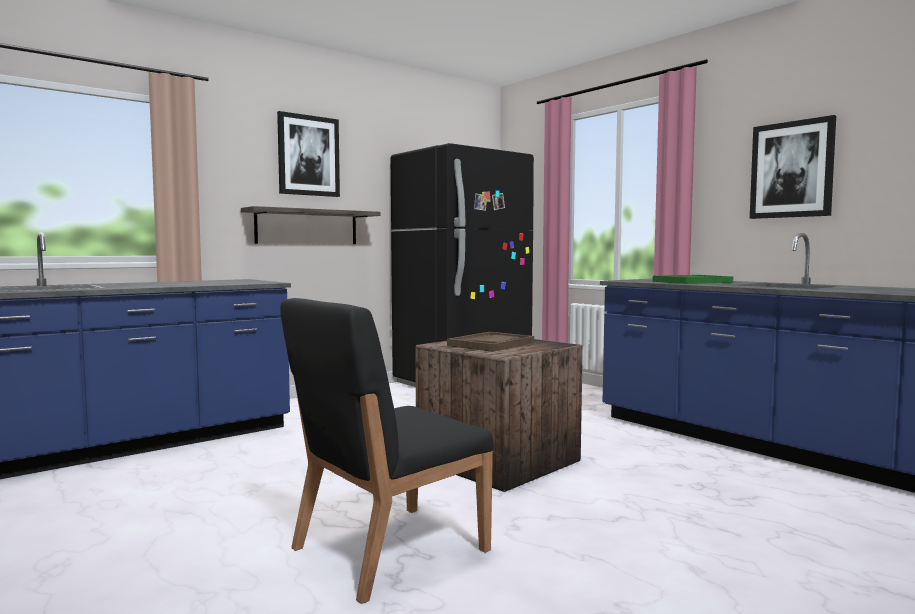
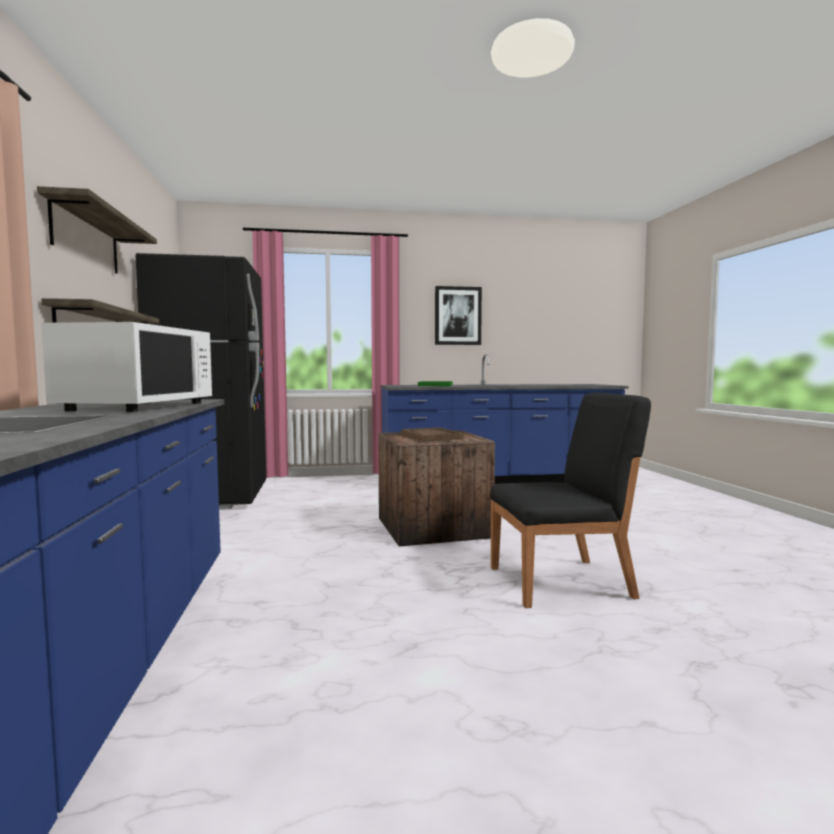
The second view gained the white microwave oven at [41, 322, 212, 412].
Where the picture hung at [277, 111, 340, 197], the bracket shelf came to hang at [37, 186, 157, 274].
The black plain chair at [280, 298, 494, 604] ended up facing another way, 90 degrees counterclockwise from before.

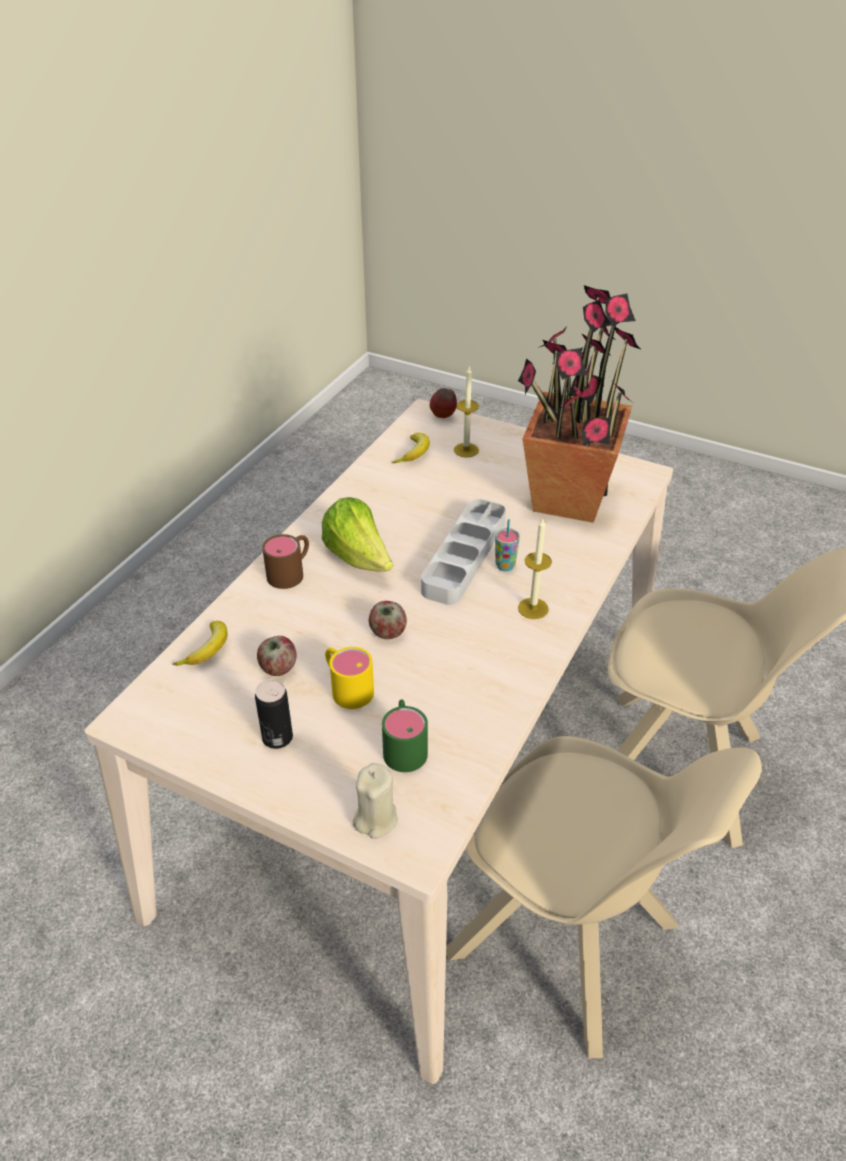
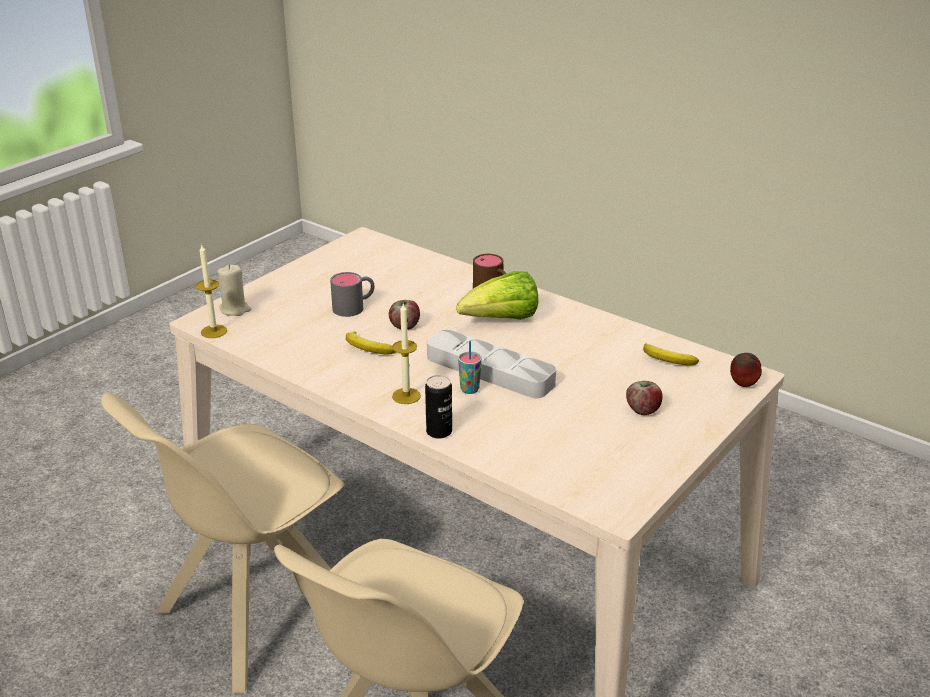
The second view lost the green coffee mug at [382, 699, 428, 772].
The second view lost the potted plant at [518, 285, 640, 523].
The banana ended up elsewhere, having gone from [172, 621, 227, 666] to [346, 332, 396, 354].
The metal can ended up elsewhere, having gone from [255, 679, 293, 749] to [425, 375, 452, 439].
The whole apple ended up elsewhere, having gone from [257, 636, 297, 676] to [626, 381, 663, 415].
The candle ended up elsewhere, having gone from [454, 367, 479, 458] to [196, 244, 227, 338].
What was the yellow-coloured coffee mug at [325, 647, 374, 709] turned into the grey coffee mug at [330, 272, 375, 317].

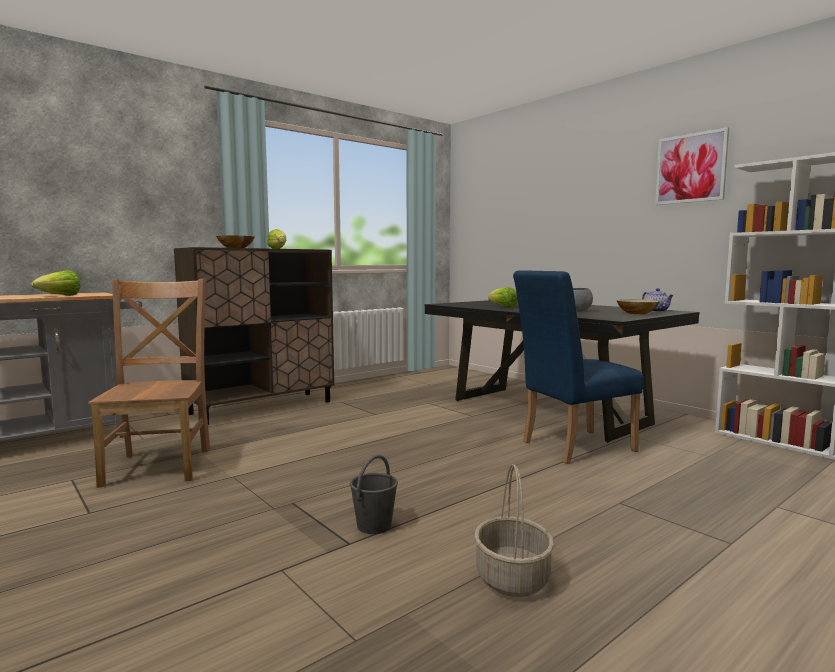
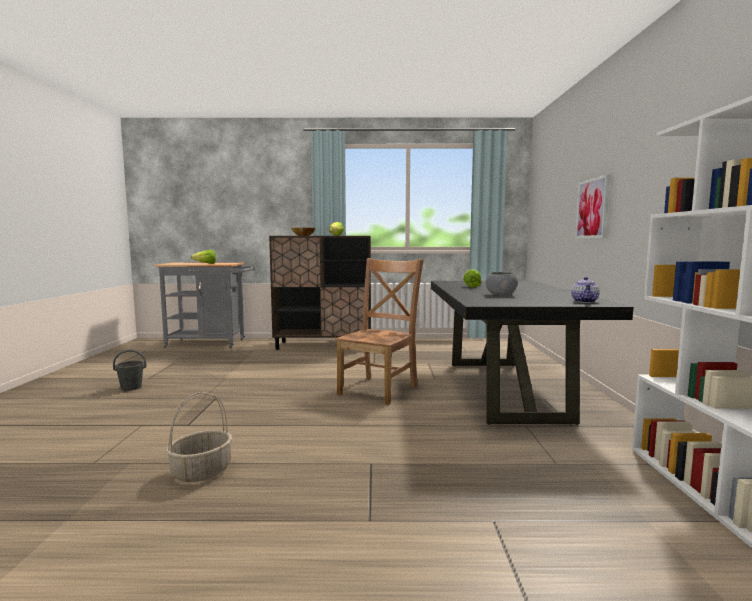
The second view lost the bluish plain chair at [513, 270, 644, 464].
The second view lost the deep dish at [616, 299, 660, 314].
The brown-coloured plain chair ended up elsewhere, having gone from [88, 279, 210, 488] to [335, 258, 424, 405].
The grey bucket ended up elsewhere, having gone from [350, 454, 398, 534] to [113, 350, 146, 391].
The picture ended up elsewhere, having gone from [655, 127, 729, 205] to [575, 175, 610, 238].

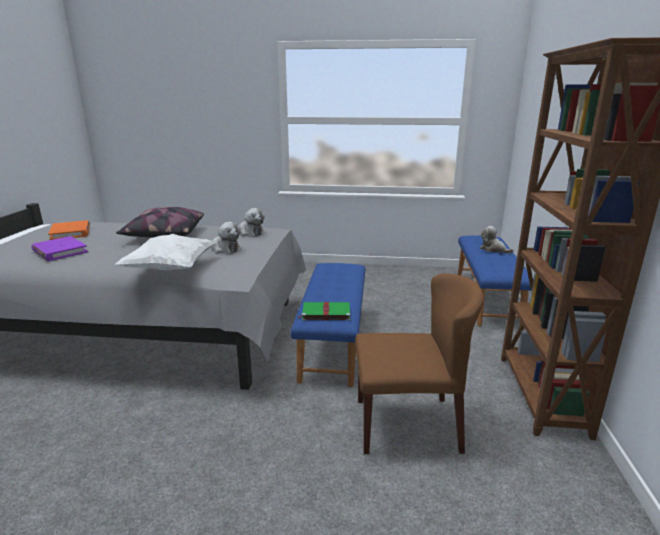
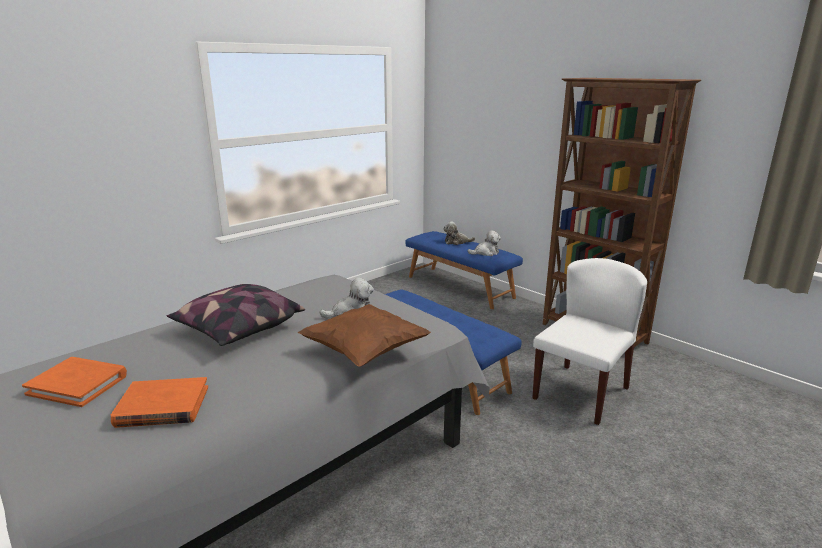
The second view lost the green book at [298, 302, 350, 321].
The soft toy ended up elsewhere, having gone from [238, 208, 265, 237] to [468, 231, 501, 256].
What was the purple-coloured book at [31, 236, 88, 261] turned into the orangey book at [111, 377, 208, 428].
What was the white pillow at [116, 234, 216, 271] turned into the brown-coloured pillow at [298, 304, 431, 367].
What was the brown-coloured plain chair at [355, 273, 483, 454] turned into the white plain chair at [532, 258, 647, 425].

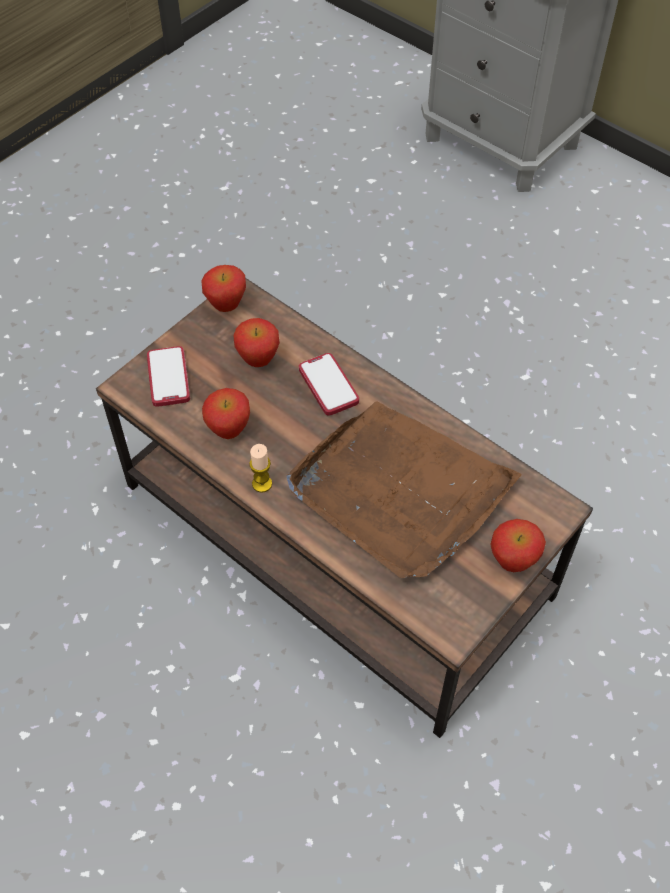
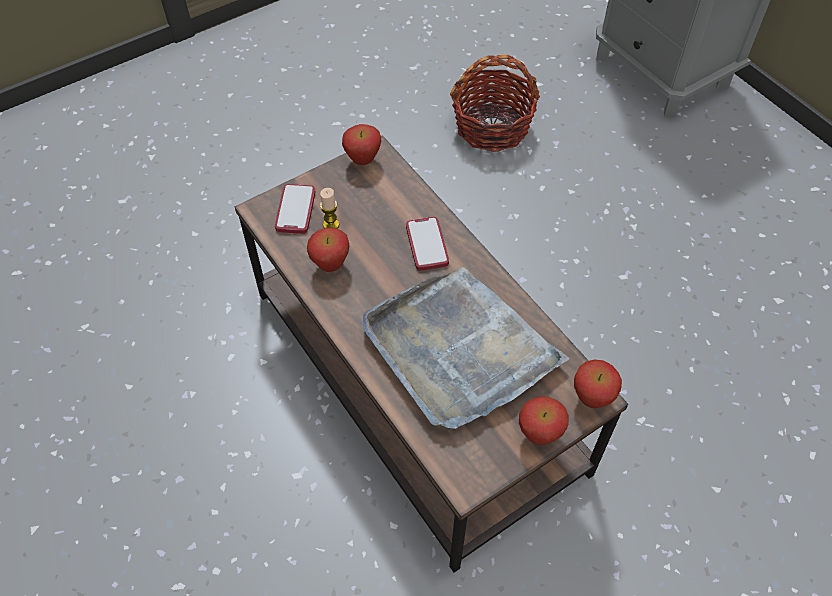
The second view gained the storage basket at [450, 55, 540, 152].
The whole apple ended up elsewhere, having gone from [234, 318, 280, 367] to [574, 359, 622, 408].
The candle ended up elsewhere, having gone from [249, 444, 272, 493] to [320, 188, 339, 229].
What was the brown-coloured carrying tray at [287, 401, 522, 578] turned into the grey carrying tray at [363, 267, 569, 429].

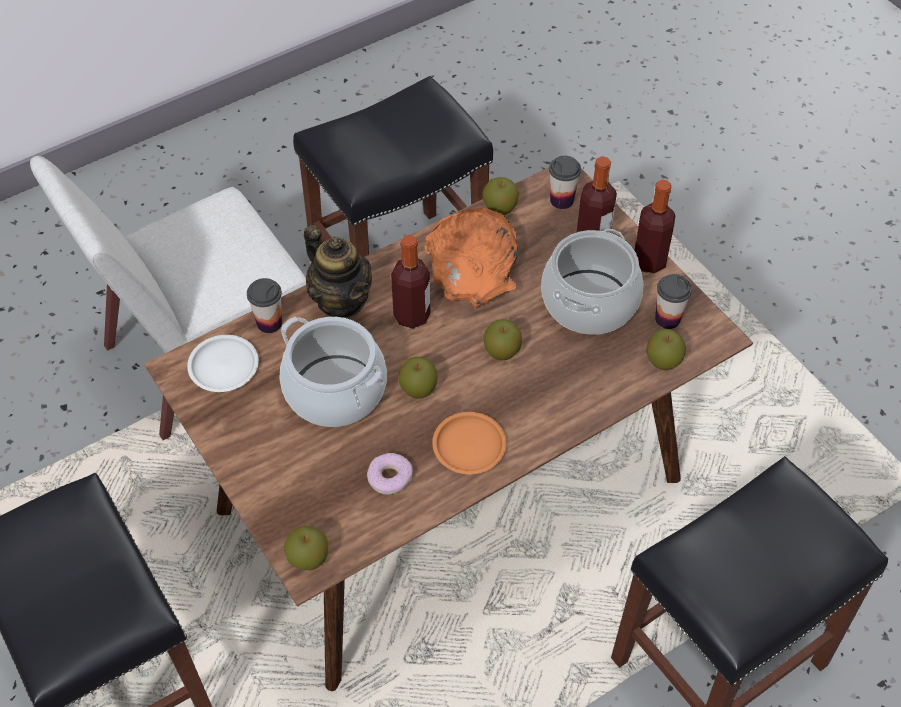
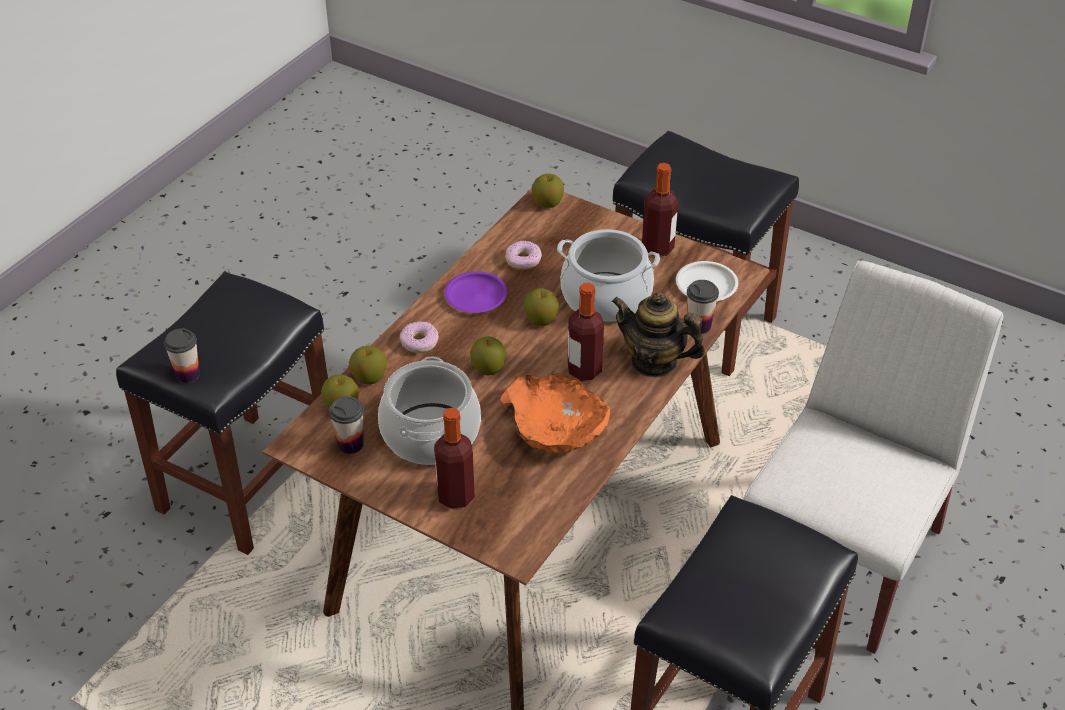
The second view gained the ring doughnut at [400, 321, 439, 353].
The whole apple ended up elsewhere, having gone from [482, 177, 519, 215] to [349, 346, 387, 385].
The small cup ended up elsewhere, having gone from [549, 156, 581, 209] to [164, 328, 200, 383].
The drink bottle ended up elsewhere, having gone from [634, 180, 675, 273] to [642, 163, 678, 256].
What was the orangey dinner plate at [432, 412, 507, 474] turned into the purple-coloured dinner plate at [444, 271, 507, 313].

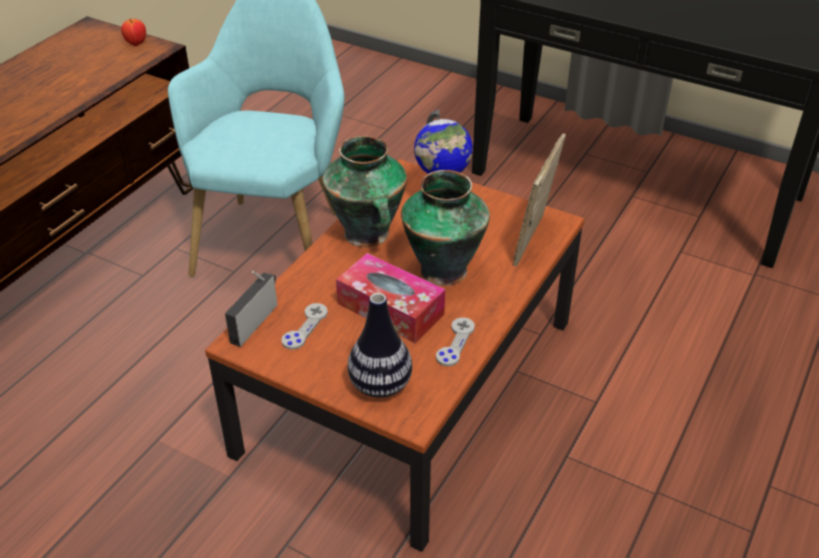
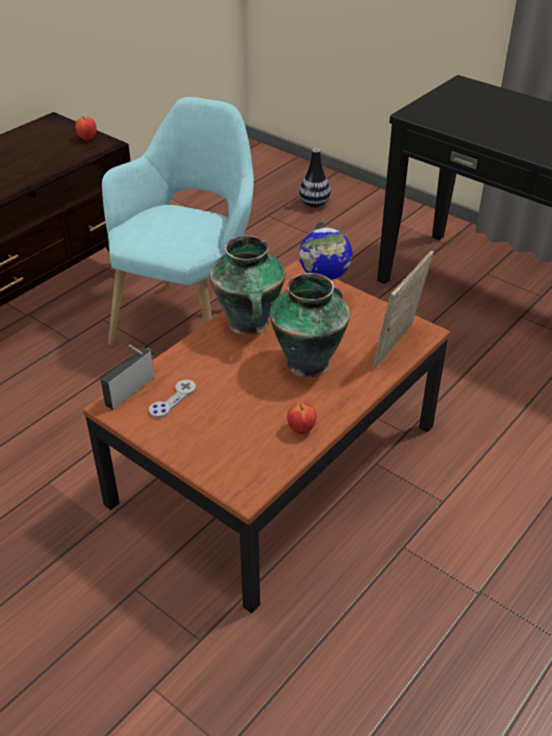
The second view lost the box of tissues at [336, 253, 445, 343].
The flower vase ended up elsewhere, having gone from [348, 293, 412, 398] to [299, 149, 331, 208].
Where the grey game controller stood at [436, 317, 475, 366], the whole apple came to stand at [287, 402, 317, 434].

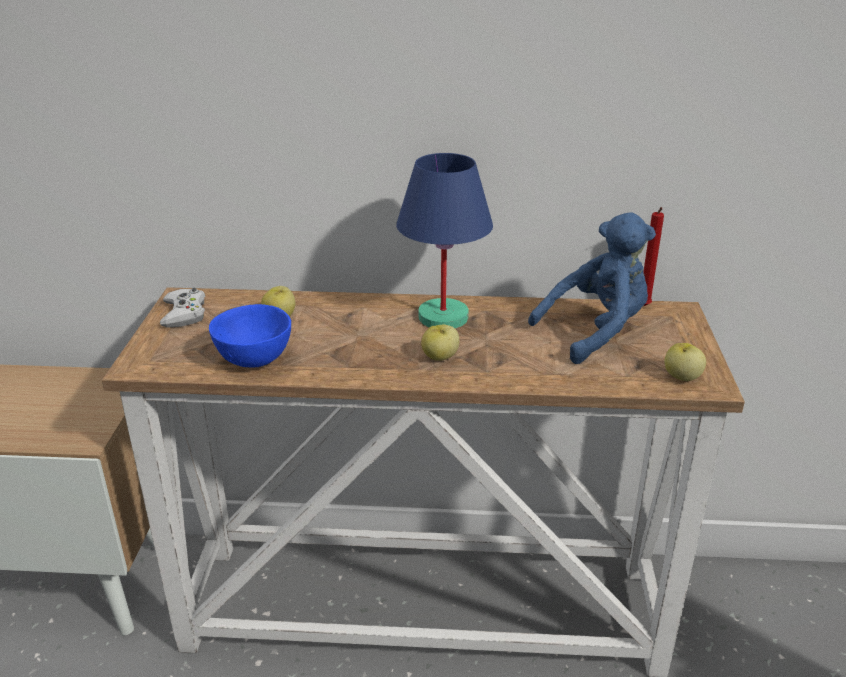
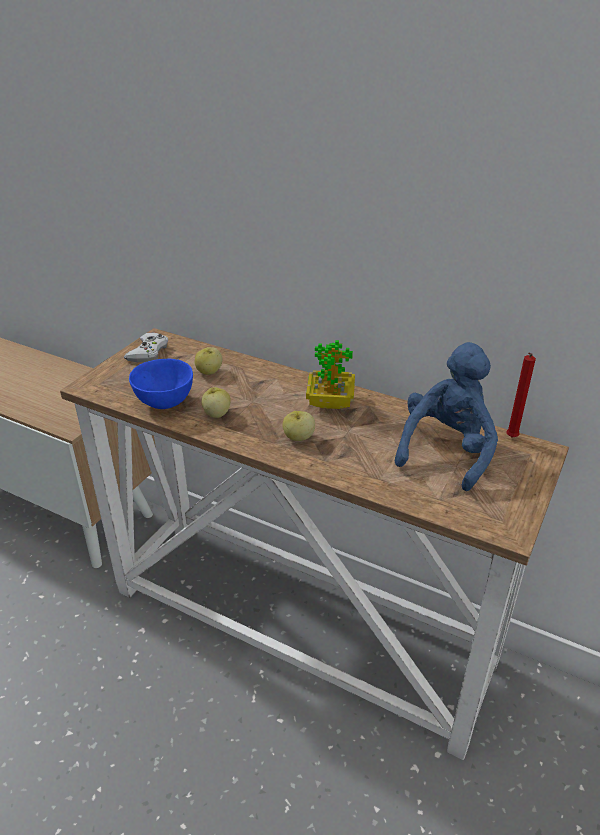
The whole apple ended up elsewhere, having gone from [664, 343, 706, 381] to [202, 387, 231, 418].
Where the bluish lamp for a table stood at [396, 153, 493, 328], the potted plant came to stand at [306, 340, 355, 409].
The bluish soft toy at [528, 212, 656, 364] ended up facing another way, 60 degrees counterclockwise from before.

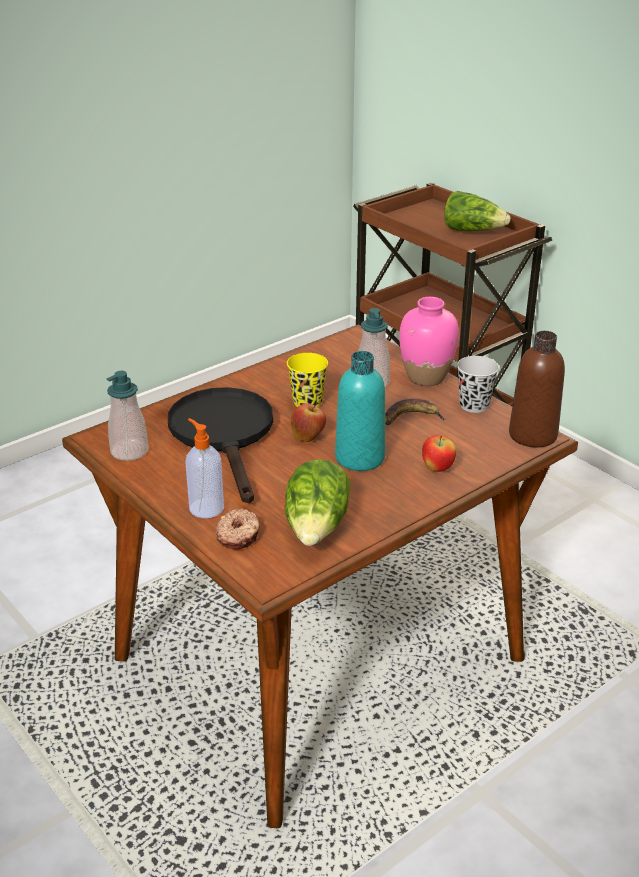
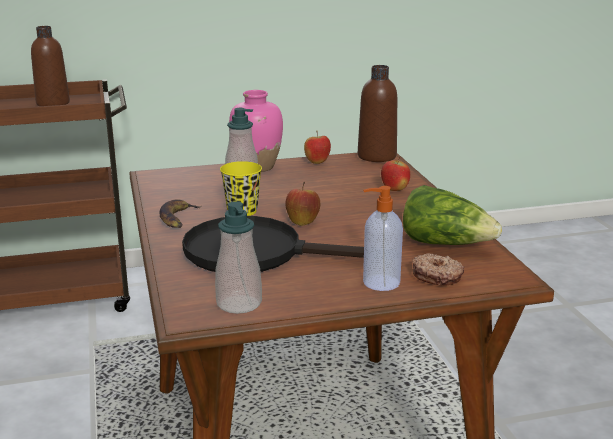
The second view lost the blue-green drink bottle at [335, 351, 385, 471].
The banana ended up elsewhere, having gone from [385, 399, 447, 425] to [159, 199, 201, 228].
Where the lettuce stood at [444, 191, 511, 231], the brown-coloured drink bottle came to stand at [31, 26, 70, 106].
Where the black small cup stood at [457, 356, 499, 413], the whole apple came to stand at [304, 130, 331, 164].

